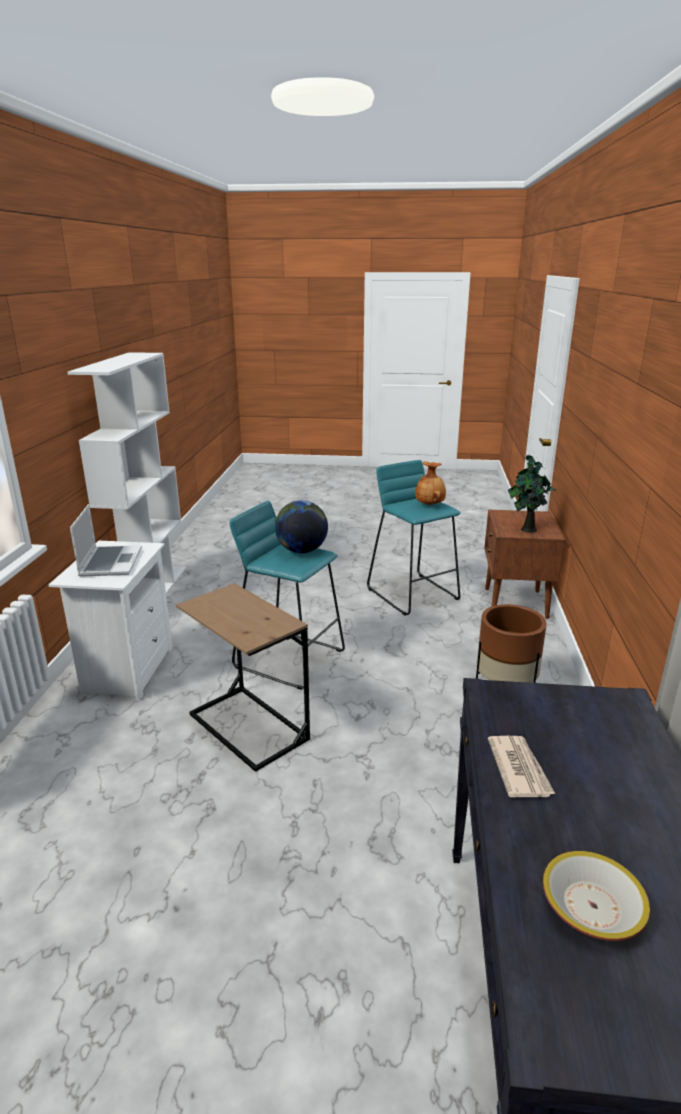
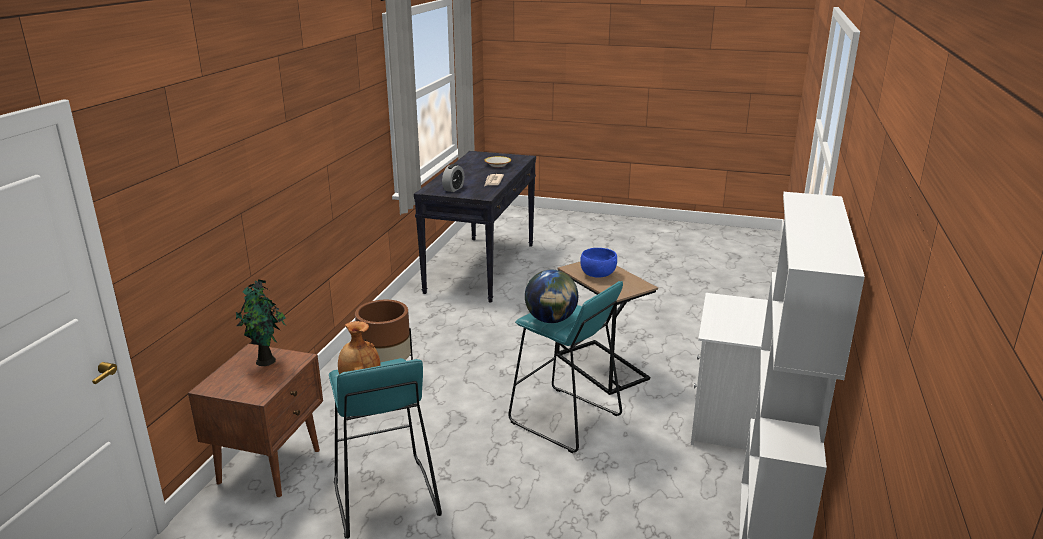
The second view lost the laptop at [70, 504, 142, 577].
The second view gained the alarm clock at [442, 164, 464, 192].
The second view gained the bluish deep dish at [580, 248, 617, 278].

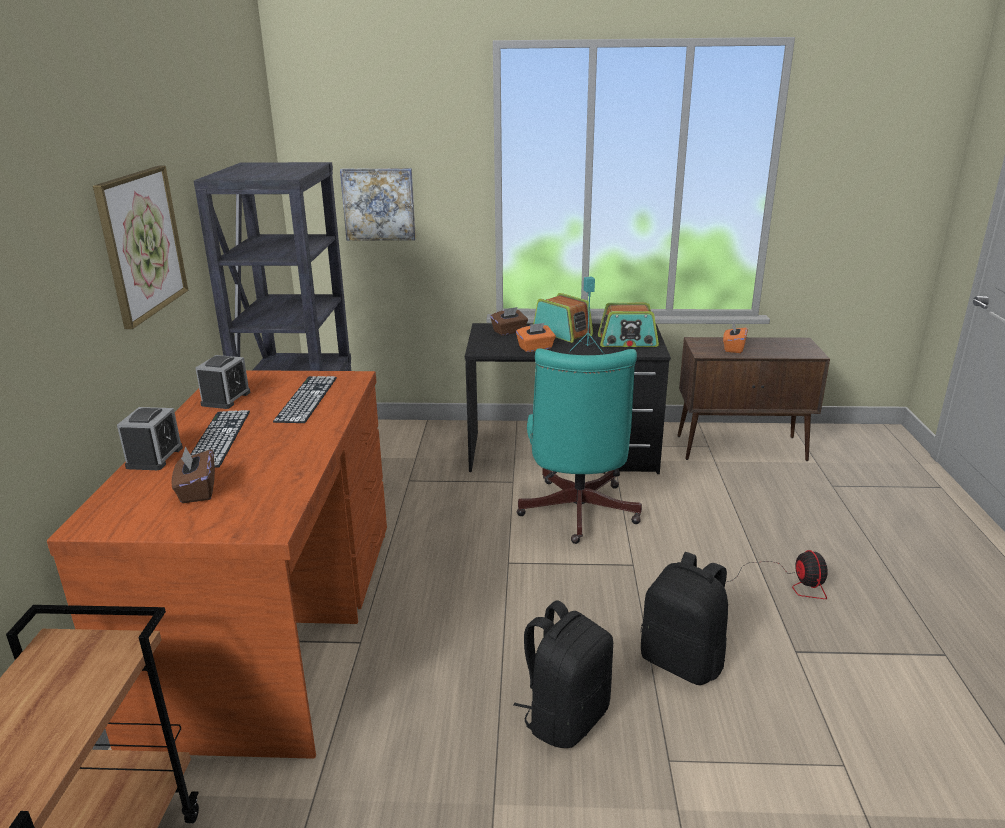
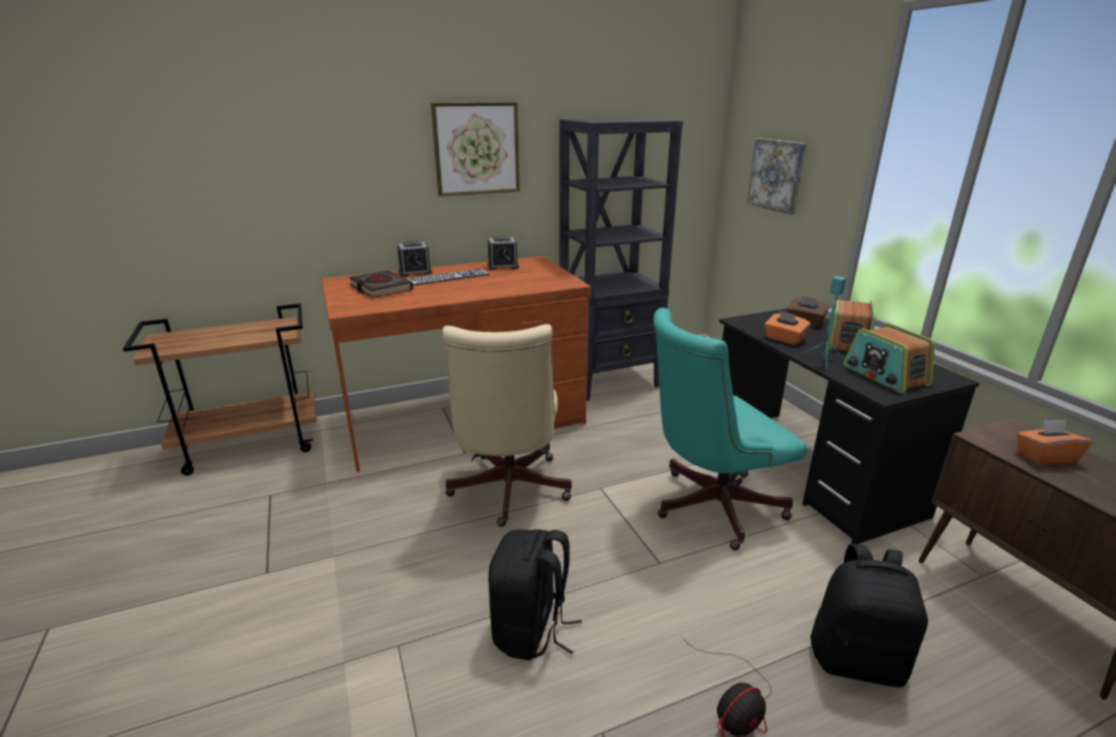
The second view lost the computer keyboard at [273, 376, 337, 423].
The second view gained the beige-coloured office chair at [442, 324, 572, 527].
The black knapsack ended up elsewhere, having gone from [513, 600, 613, 748] to [811, 544, 928, 688].
Where the brown-coloured box of tissues stood at [171, 446, 215, 503], the black book came to stand at [349, 270, 413, 298].

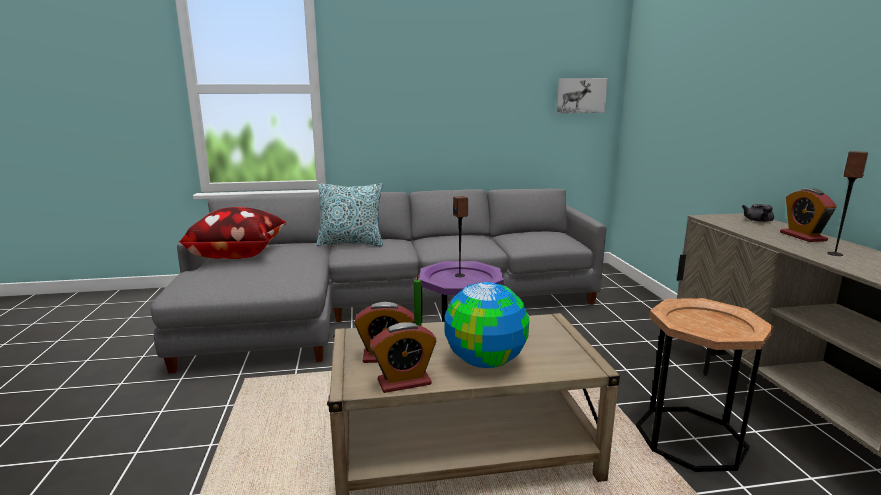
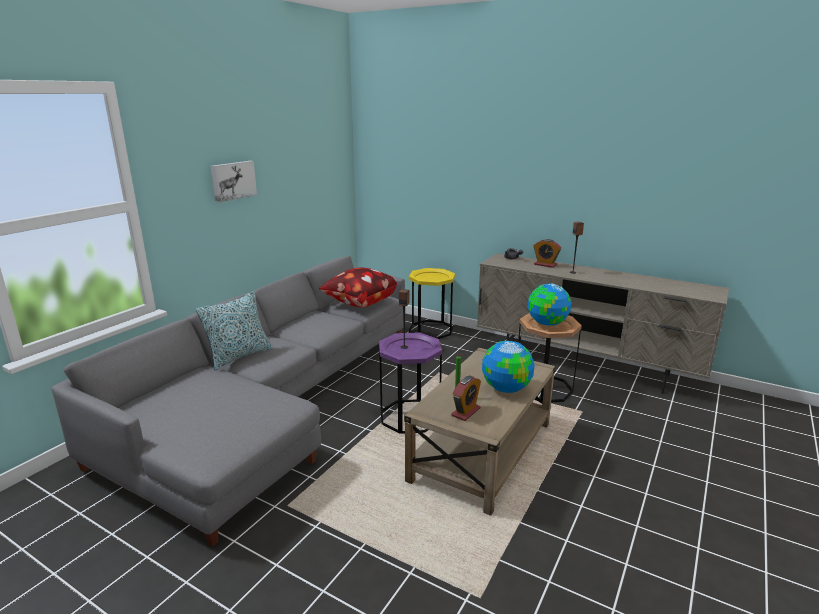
The second view lost the alarm clock at [370, 322, 436, 393].
The second view gained the yellow-coloured side table at [409, 268, 455, 339].
The second view gained the desk globe at [528, 283, 571, 326].
The pillow ended up elsewhere, having gone from [178, 207, 286, 259] to [319, 267, 397, 308].
The picture ended up elsewhere, having gone from [557, 78, 608, 113] to [211, 161, 257, 203].

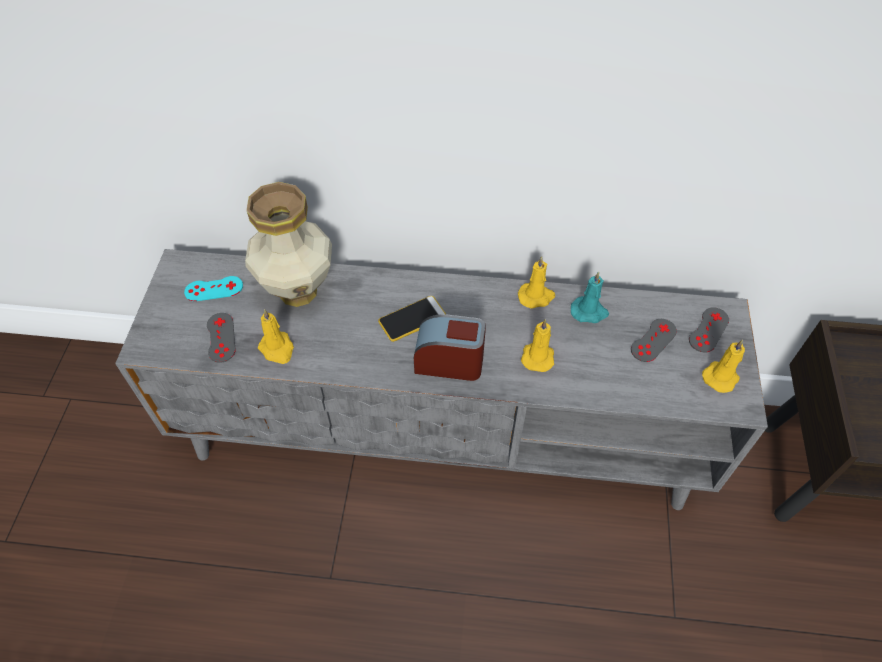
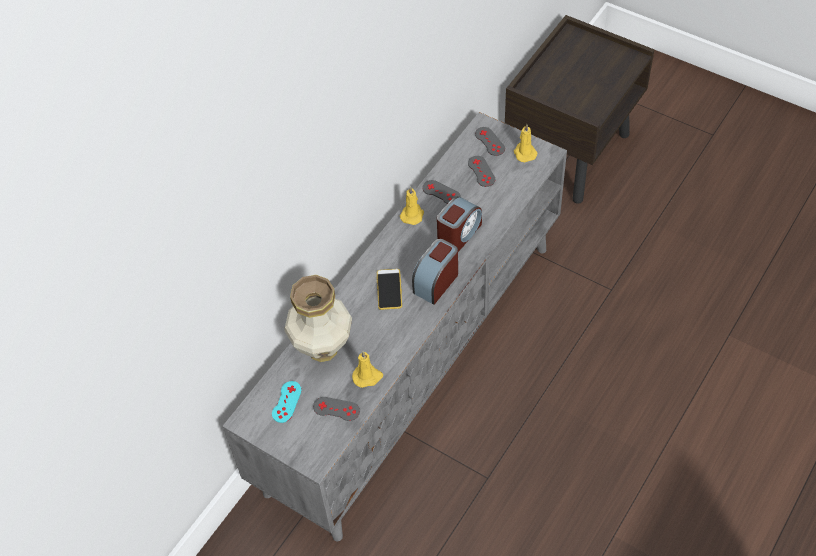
Where the yellow-coloured candle stood at [521, 319, 554, 372], the alarm clock came to stand at [437, 196, 482, 252].
Where the blue-green candle stood at [571, 272, 609, 323], the grey game controller came to stand at [422, 180, 461, 204].

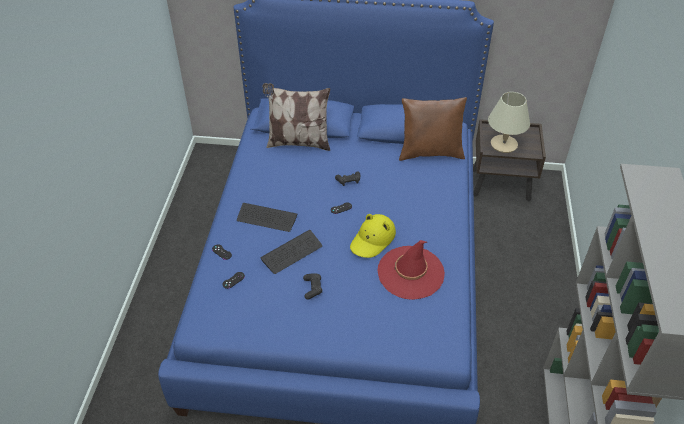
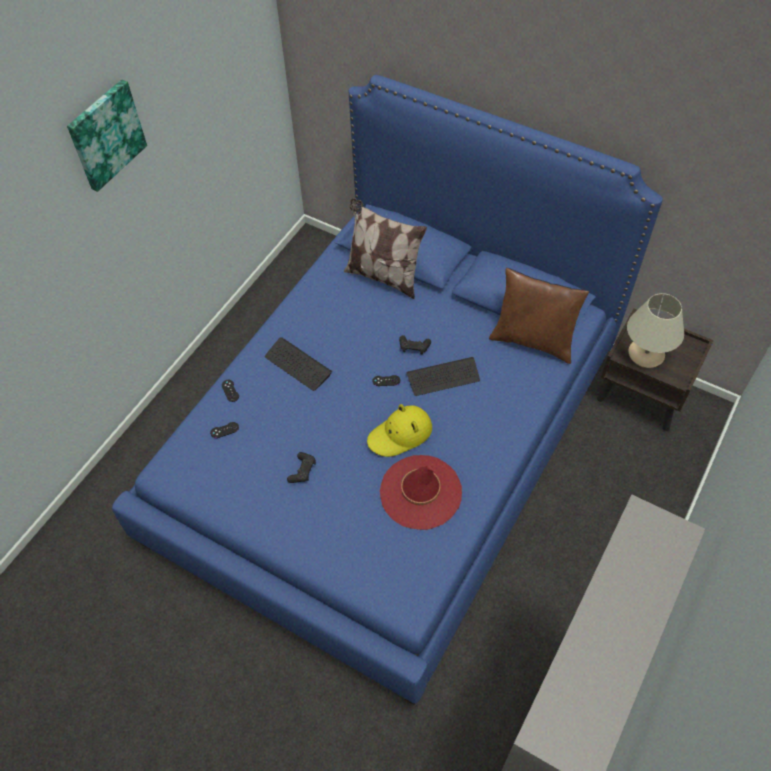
The second view gained the picture at [67, 80, 147, 192].
The computer keyboard ended up elsewhere, having gone from [260, 230, 322, 274] to [406, 357, 480, 396].

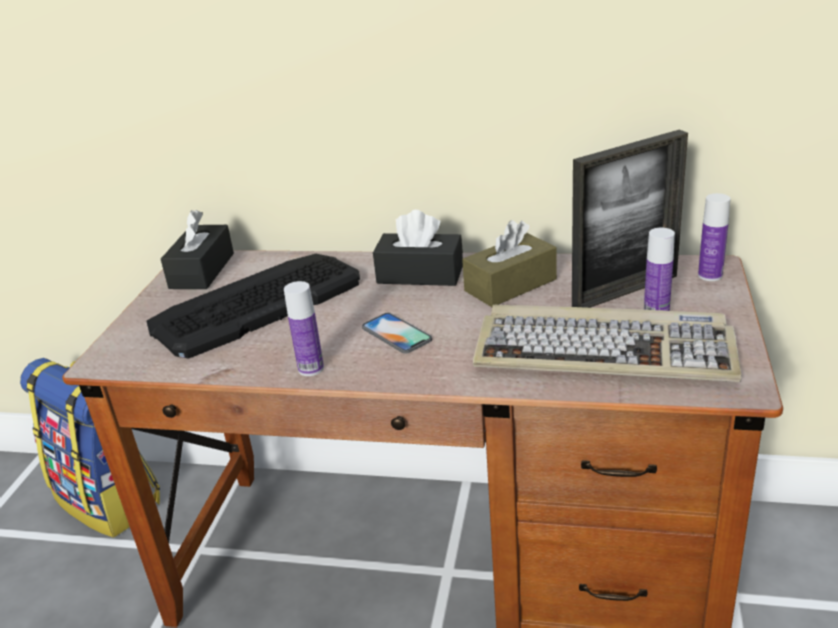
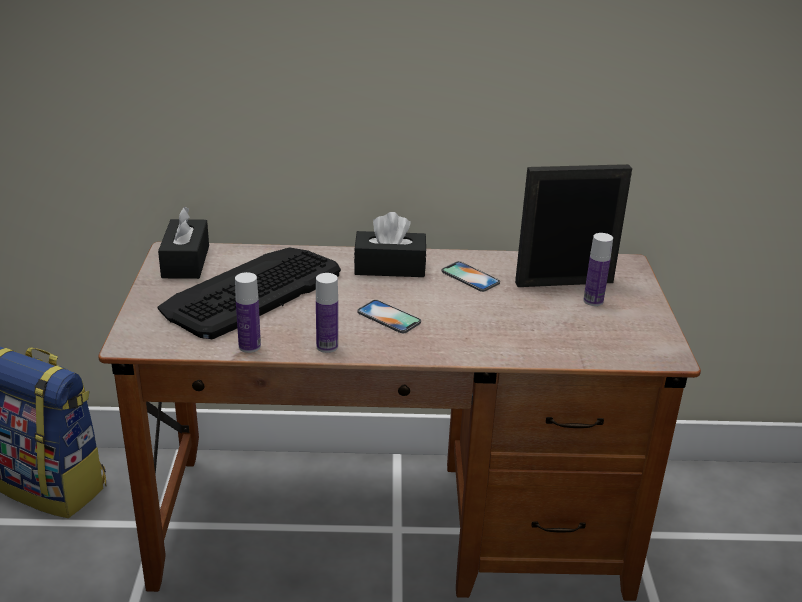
The second view lost the computer keyboard at [473, 305, 742, 382].
The drink bottle ended up elsewhere, having gone from [698, 193, 731, 281] to [235, 272, 261, 353].
Where the brown-coloured box of tissues stood at [462, 220, 557, 307], the telephone came to stand at [442, 261, 500, 292].
The standing frame at [572, 130, 688, 308] ended up facing another way, 150 degrees counterclockwise from before.

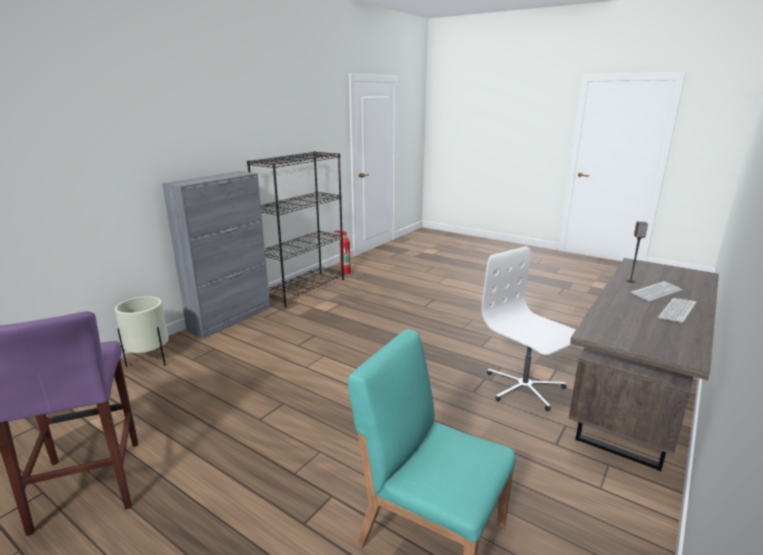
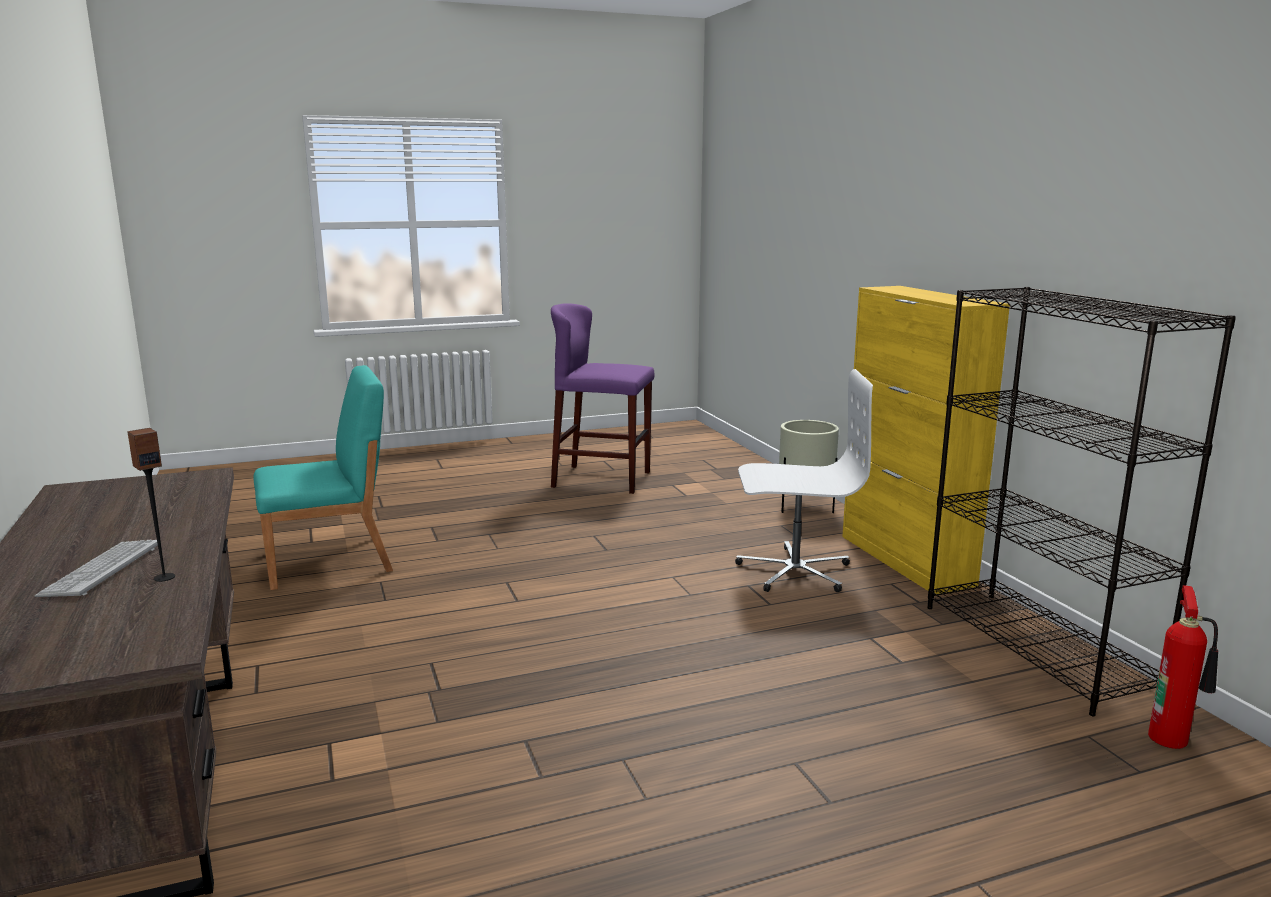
The second view lost the computer keyboard at [658, 298, 697, 323].
The white office chair ended up elsewhere, having gone from [482, 246, 575, 411] to [735, 369, 873, 592].
What was the grey cupboard at [162, 171, 270, 339] turned into the yellow-coloured cupboard at [842, 286, 1010, 594].

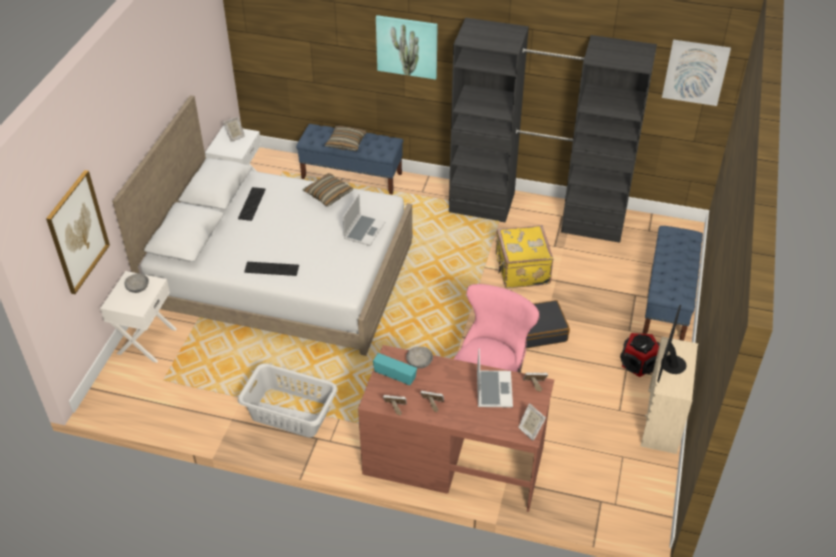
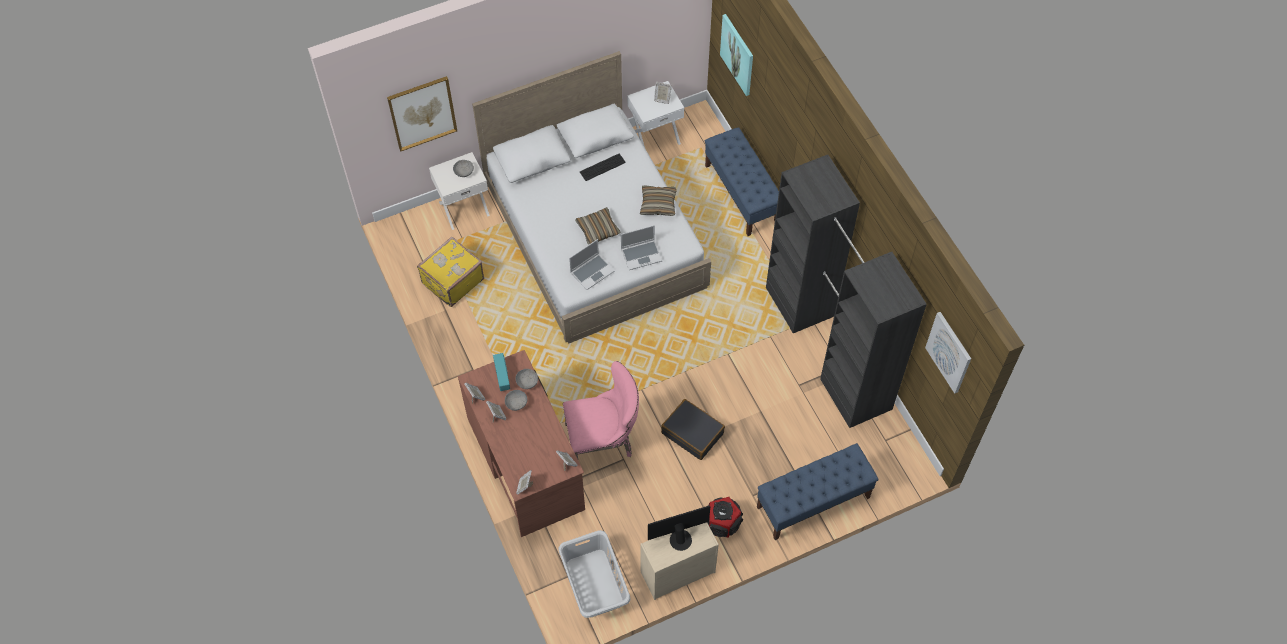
The second view lost the computer keyboard at [244, 262, 299, 276].
The second view gained the grey deep dish at [505, 390, 527, 411].
The grey washing basket ended up elsewhere, having gone from [238, 363, 338, 438] to [558, 530, 631, 618].
The pillow ended up elsewhere, having gone from [325, 126, 366, 151] to [575, 207, 621, 245].
The picture ended up elsewhere, having gone from [376, 15, 438, 80] to [720, 14, 753, 96].
The laptop ended up elsewhere, having gone from [477, 348, 513, 408] to [569, 239, 614, 290].
The yellow-coloured suitcase ended up elsewhere, having gone from [496, 225, 553, 288] to [417, 236, 484, 307].

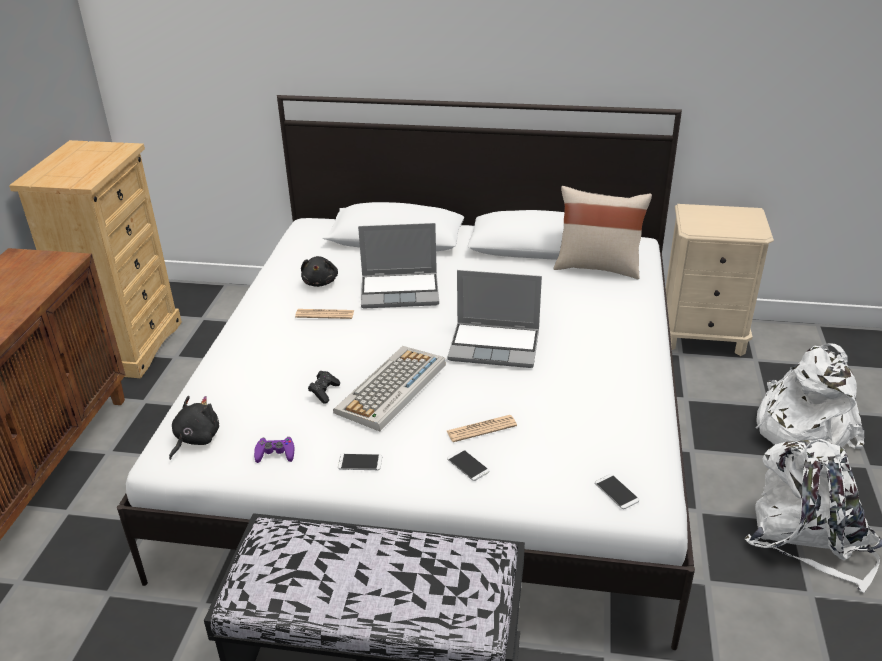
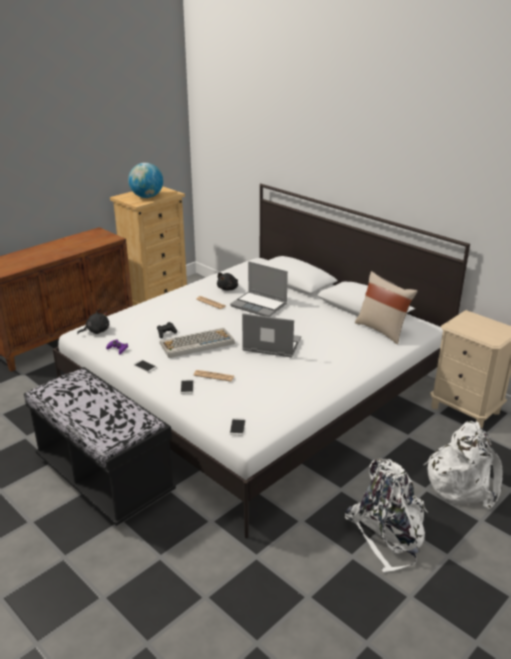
The second view gained the desk globe at [128, 163, 163, 198].
The laptop at [447, 270, 542, 368] ended up facing another way, 150 degrees clockwise from before.

